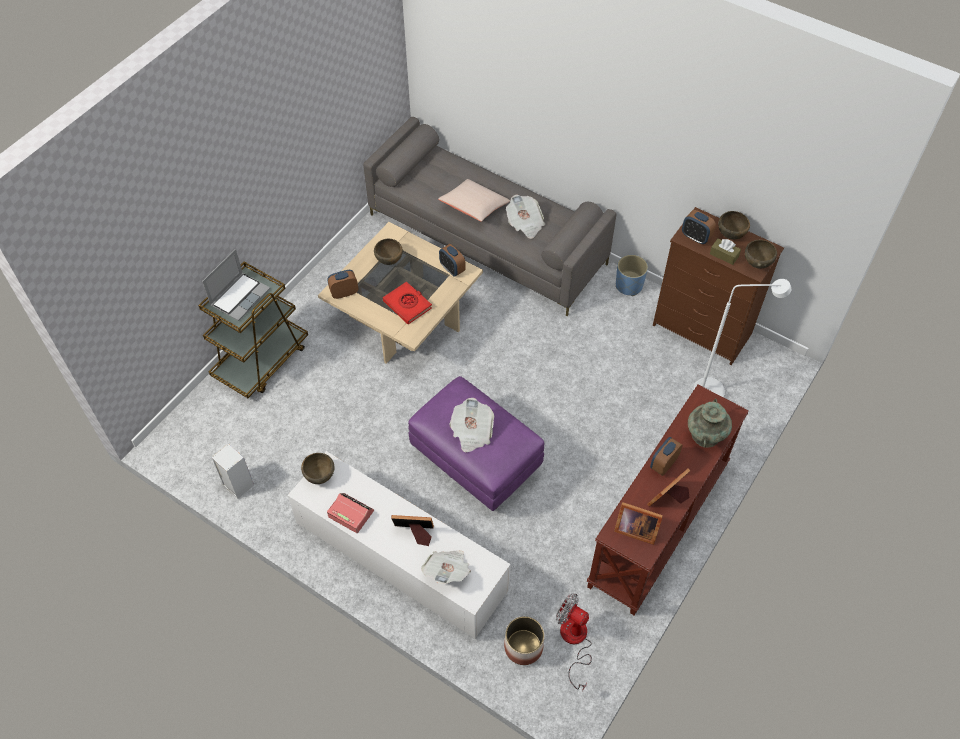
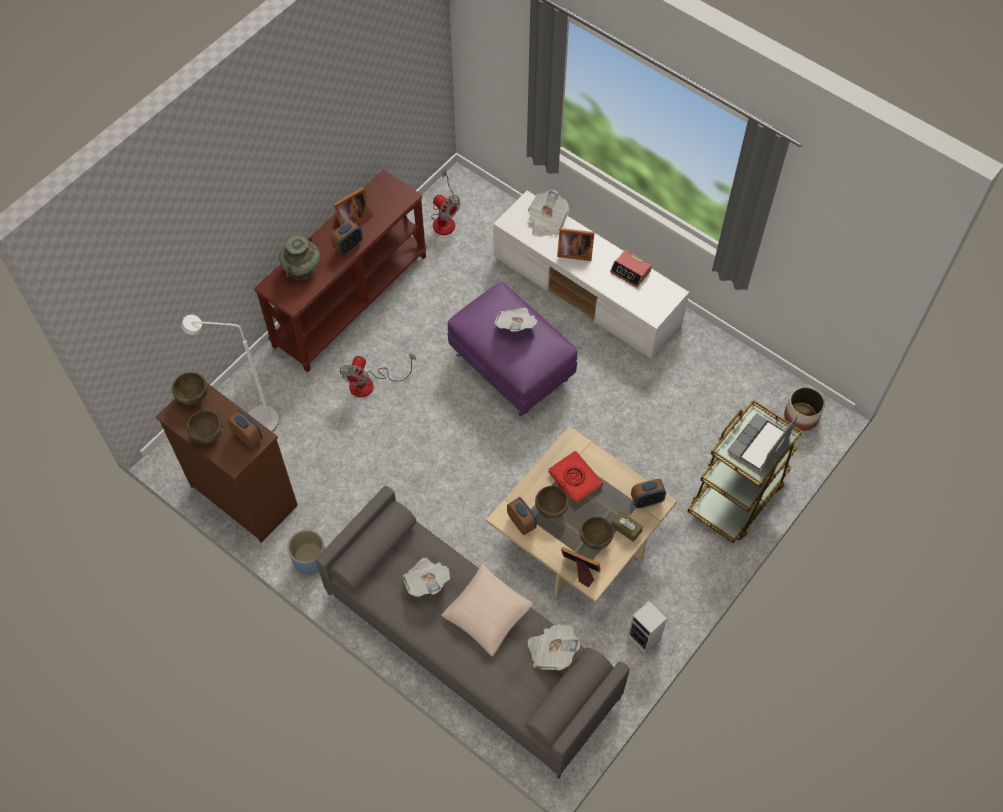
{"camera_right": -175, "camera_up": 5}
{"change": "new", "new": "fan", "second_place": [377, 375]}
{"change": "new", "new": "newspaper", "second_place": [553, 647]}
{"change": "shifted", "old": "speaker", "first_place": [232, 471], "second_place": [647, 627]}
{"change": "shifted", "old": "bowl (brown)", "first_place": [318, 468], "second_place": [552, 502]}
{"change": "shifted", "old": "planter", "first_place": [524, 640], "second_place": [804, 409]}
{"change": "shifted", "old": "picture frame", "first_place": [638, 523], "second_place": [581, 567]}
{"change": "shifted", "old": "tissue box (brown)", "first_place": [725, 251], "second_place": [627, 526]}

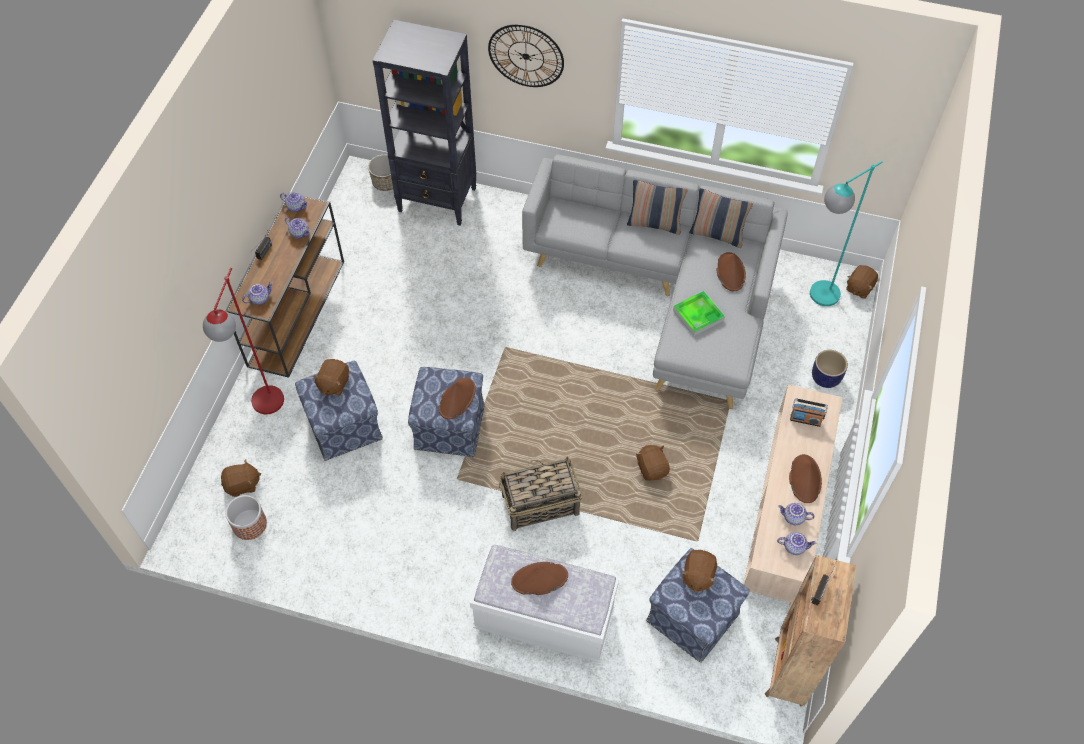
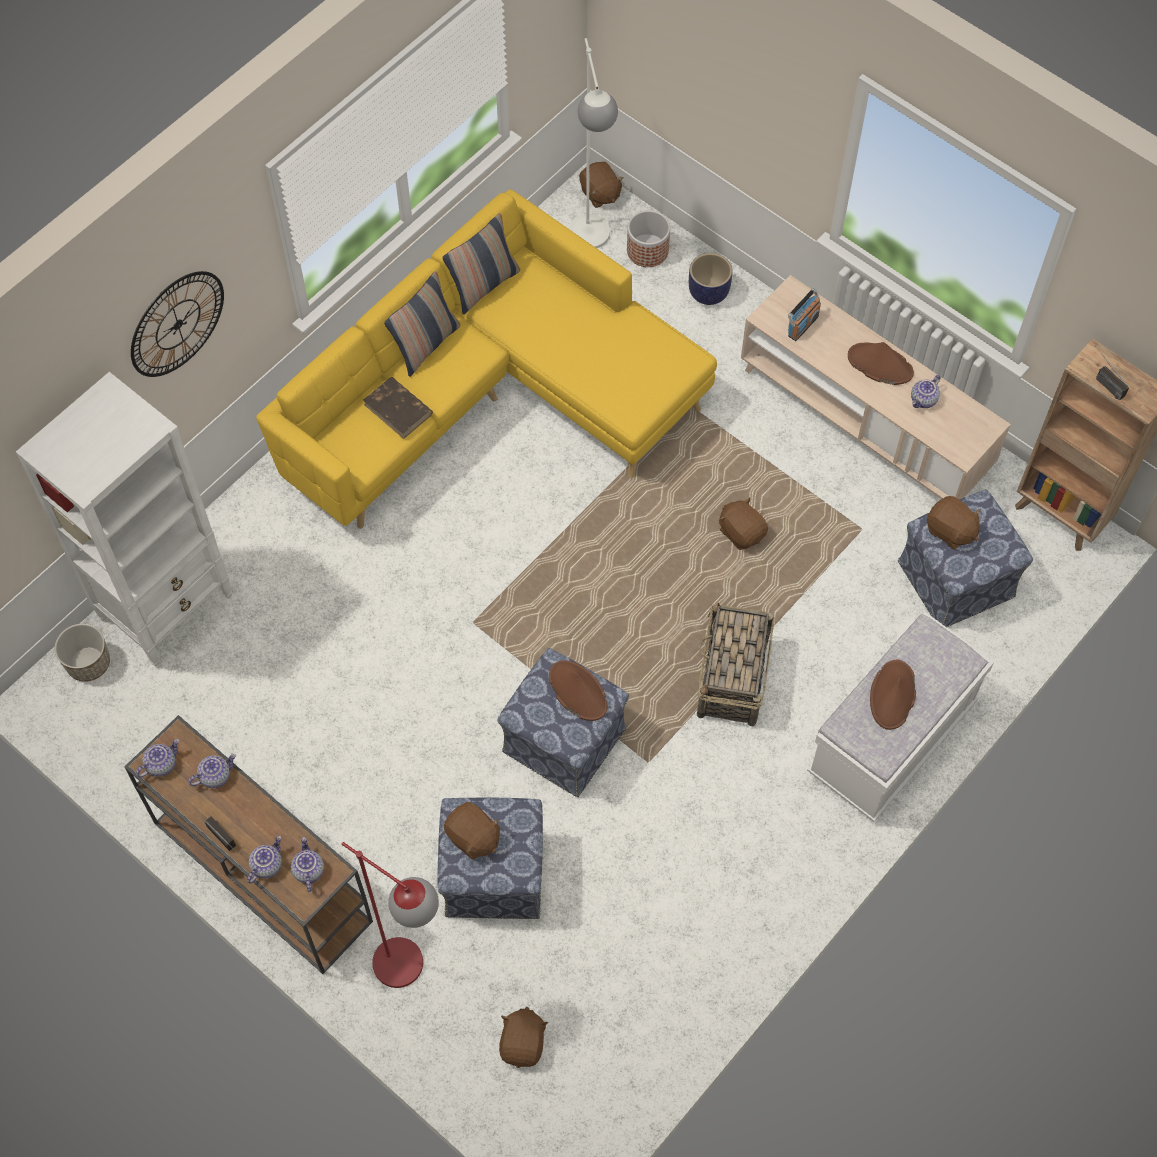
{"camera_right": -65, "camera_up": 5}
{"change": "gone", "old": "tray", "first_place": [699, 313]}
{"change": "gone", "old": "hat (brown)", "first_place": [731, 271]}
{"change": "new", "new": "book (brown)", "second_place": [398, 408]}
{"change": "shifted", "old": "planter", "first_place": [246, 517], "second_place": [648, 238]}
{"change": "shifted", "old": "teapot", "first_place": [797, 543], "second_place": [264, 860]}
{"change": "repainted", "old": "bookcase (black)", "new": "bookcase (white)", "first_place": [424, 123], "second_place": [124, 519]}
{"change": "repainted", "old": "sofa (grey)", "new": "sofa (yellow)", "first_place": [655, 282], "second_place": [486, 358]}
{"change": "repainted", "old": "floor lamp (turquoise)", "new": "floor lamp (white)", "first_place": [846, 233], "second_place": [593, 143]}
{"change": "rotated", "old": "plush toy (brown)", "first_place": [653, 463], "second_place": [743, 523], "degrees": 45}

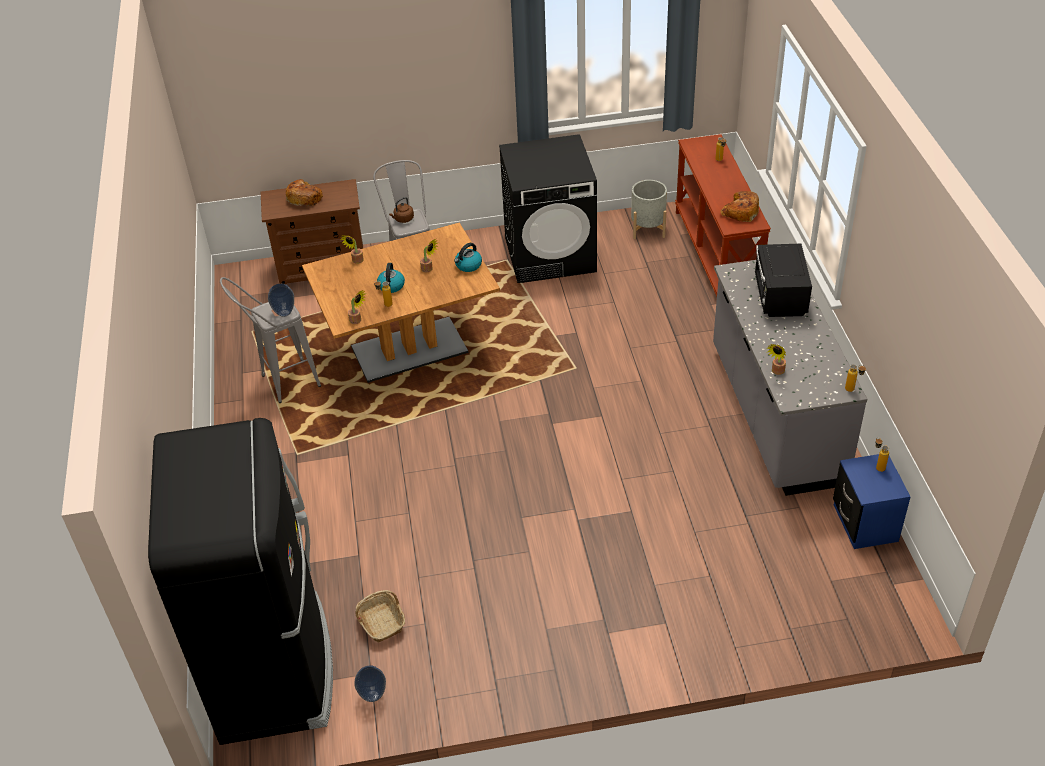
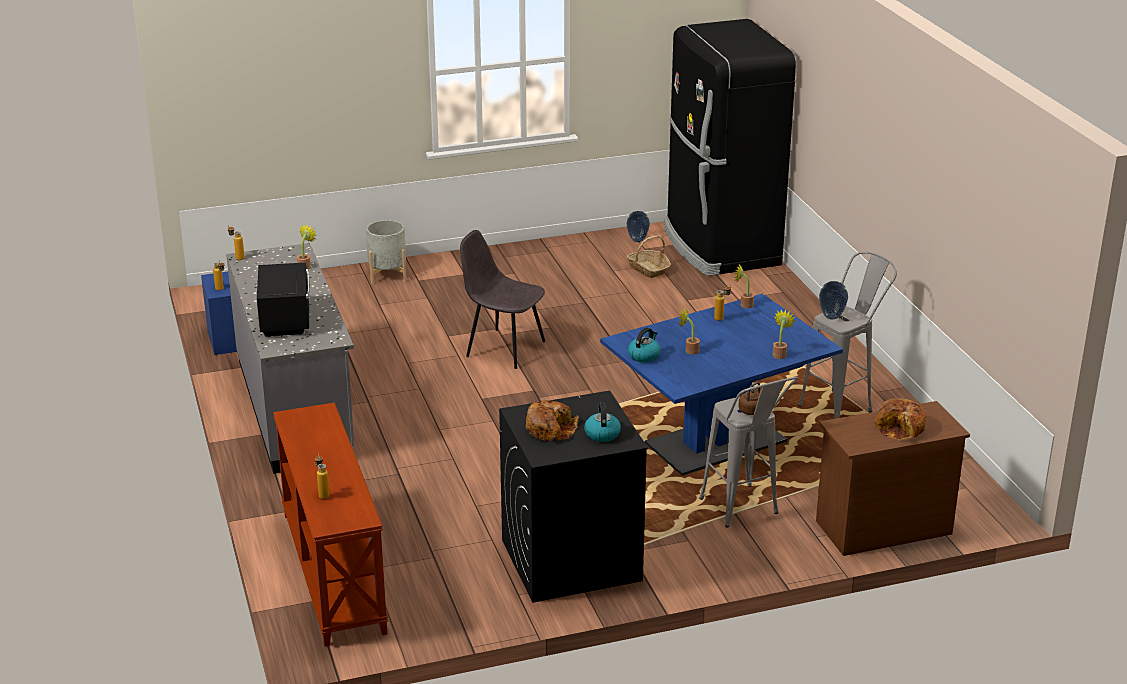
{"camera_right": 170, "camera_up": -15}
{"change": "new", "new": "chair (grey)", "second_place": [502, 299]}
{"change": "shifted", "old": "kettle", "first_place": [391, 278], "second_place": [602, 422]}
{"change": "shifted", "old": "planter (grey)", "first_place": [649, 209], "second_place": [386, 252]}
{"change": "shifted", "old": "bread", "first_place": [739, 206], "second_place": [552, 420]}
{"change": "repainted", "old": "dining table (brown)", "new": "dining table (blue)", "first_place": [401, 302], "second_place": [721, 385]}

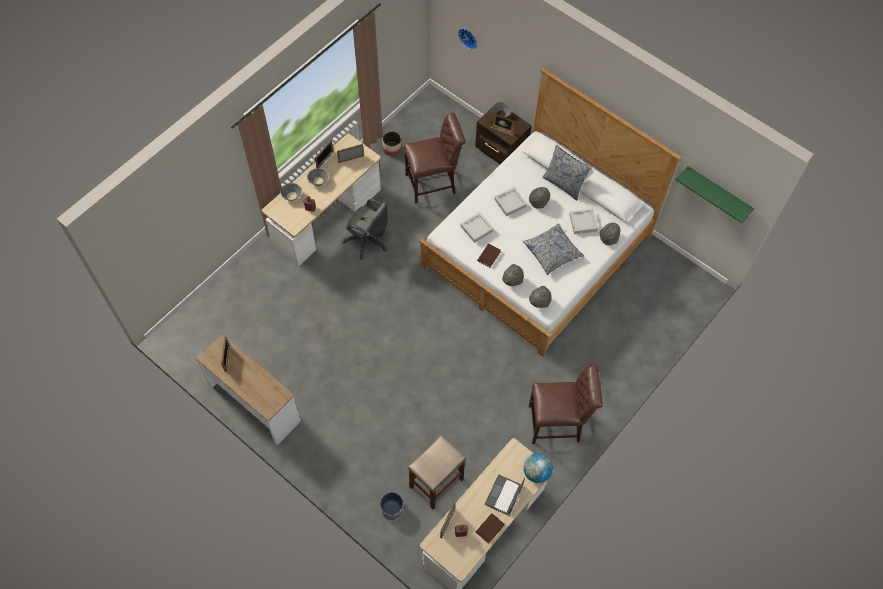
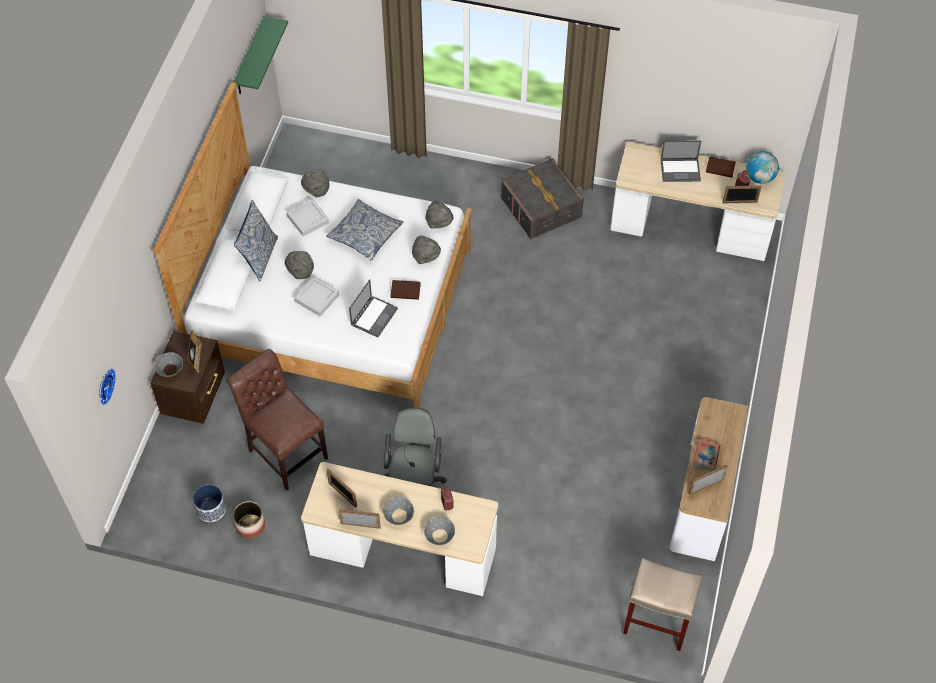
{"camera_right": -115, "camera_up": -5}
{"change": "new", "new": "book", "second_place": [706, 454]}
{"change": "shifted", "old": "planter", "first_place": [392, 506], "second_place": [209, 503]}
{"change": "shifted", "old": "stool (beige)", "first_place": [437, 472], "second_place": [663, 604]}
{"change": "shifted", "old": "globe", "first_place": [538, 468], "second_place": [762, 167]}
{"change": "swapped", "old": "tray (grey)", "new": "laptop", "first_place": [477, 227], "second_place": [373, 308]}
{"change": "swapped", "old": "chair (brown)", "new": "storage box (grey)", "first_place": [566, 404], "second_place": [542, 199]}

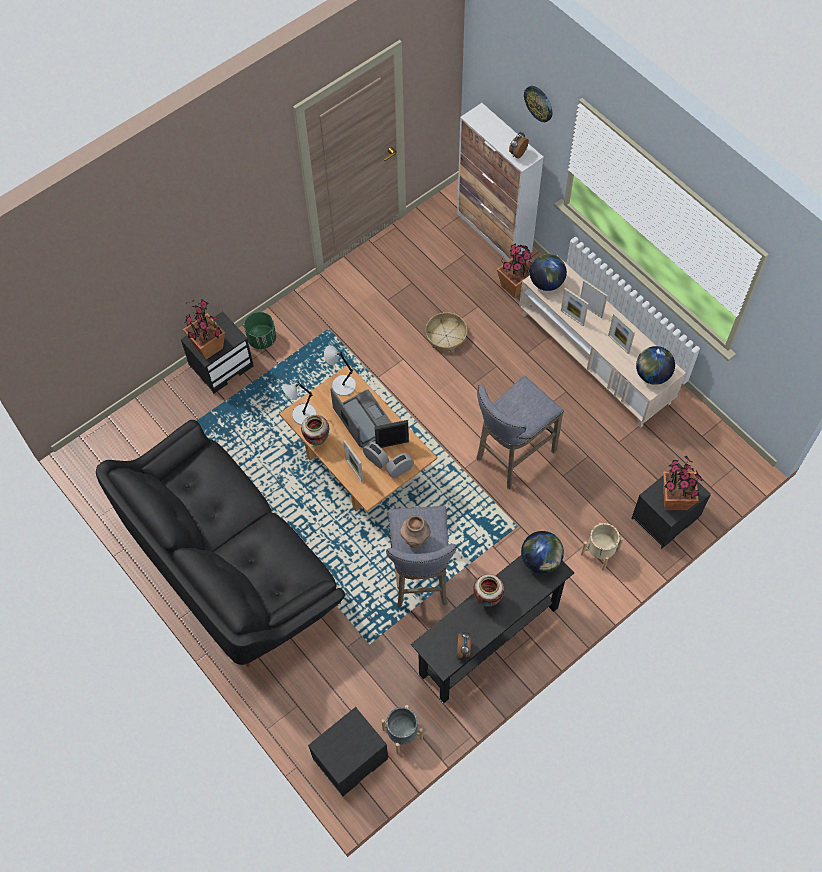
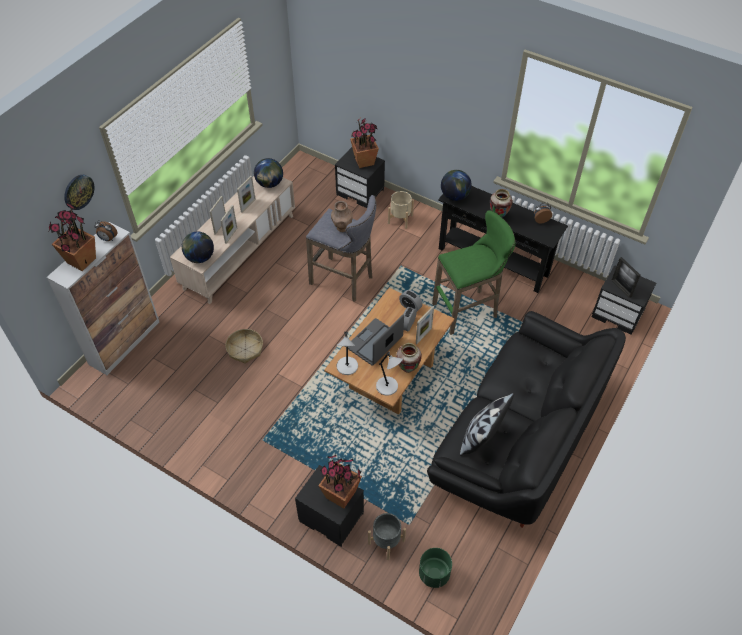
{"camera_right": -110, "camera_up": -10}
{"change": "new", "new": "pillow", "second_place": [487, 424]}
{"change": "shifted", "old": "planter (green)", "first_place": [260, 330], "second_place": [435, 568]}
{"change": "shifted", "old": "picture frame", "first_place": [391, 434], "second_place": [626, 277]}
{"change": "shifted", "old": "planter (grey)", "first_place": [402, 729], "second_place": [387, 536]}
{"change": "shifted", "old": "vase (brown)", "first_place": [415, 531], "second_place": [342, 216]}
{"change": "shifted", "old": "potted plant", "first_place": [514, 270], "second_place": [72, 237]}
{"change": "repainted", "old": "stool (grey)", "new": "stool (green)", "first_place": [421, 557], "second_place": [473, 272]}

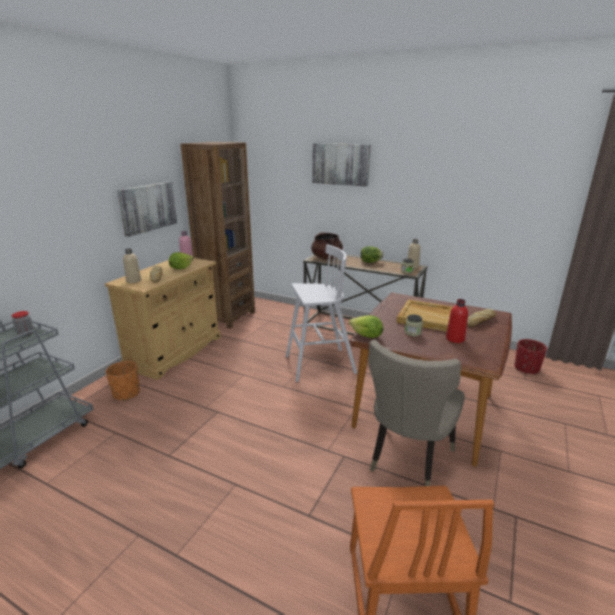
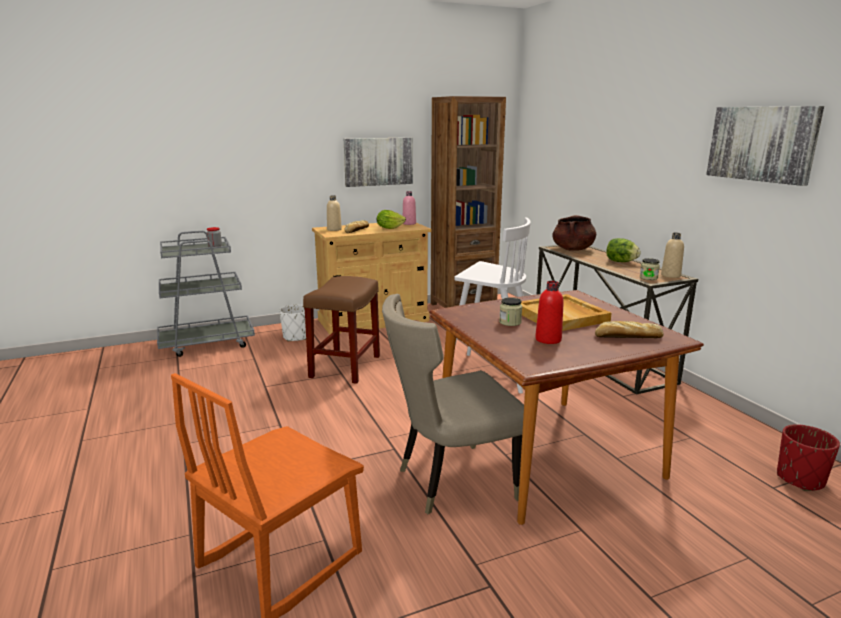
{"camera_right": 40, "camera_up": -5}
{"change": "gone", "old": "lettuce", "first_place": [366, 326]}
{"change": "new", "new": "stool (brown)", "second_place": [341, 330]}
{"change": "shifted", "old": "picture", "first_place": [341, 165], "second_place": [765, 146]}
{"change": "repainted", "old": "planter (orange)", "new": "planter (white)", "first_place": [123, 381], "second_place": [292, 323]}

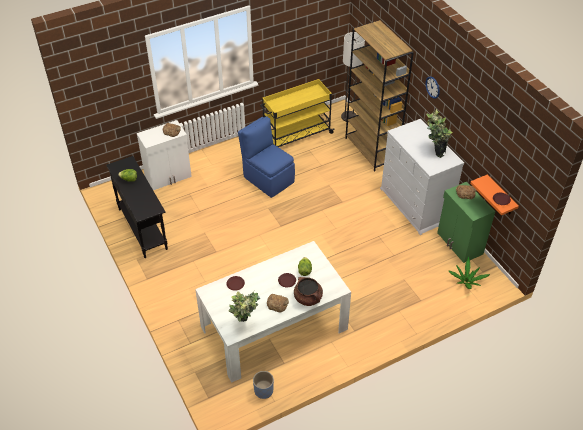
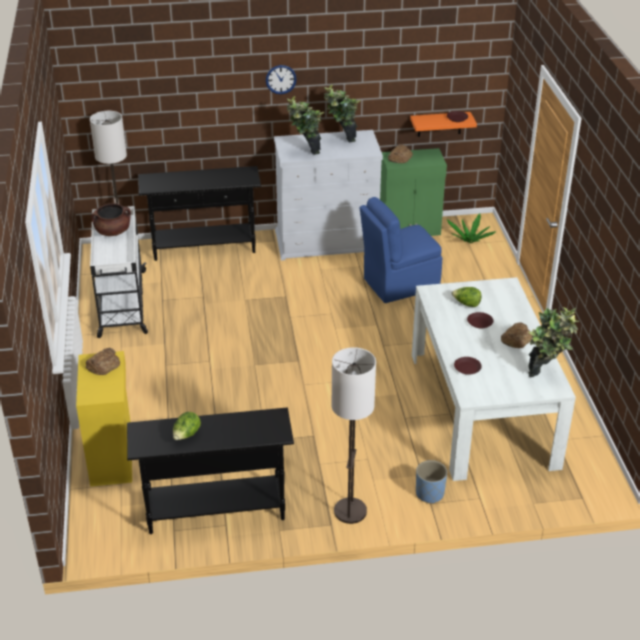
{"camera_right": -70, "camera_up": -10}
{"change": "new", "new": "potted plant", "second_place": [305, 125]}
{"change": "new", "new": "floor lamp", "second_place": [354, 435]}
{"change": "shifted", "old": "chair (blue)", "first_place": [266, 157], "second_place": [401, 250]}
{"change": "shifted", "old": "planter (blue)", "first_place": [263, 385], "second_place": [431, 482]}
{"change": "shifted", "old": "cooking pot (brown)", "first_place": [308, 291], "second_place": [111, 219]}
{"change": "swapped", "old": "bookcase (brown)", "new": "console table (black)", "first_place": [379, 96], "second_place": [199, 213]}
{"change": "repainted", "old": "cabinet (white)", "new": "cabinet (yellow)", "first_place": [164, 155], "second_place": [104, 419]}
{"change": "repainted", "old": "cart (yellow)", "new": "cart (white)", "first_place": [297, 113], "second_place": [119, 272]}

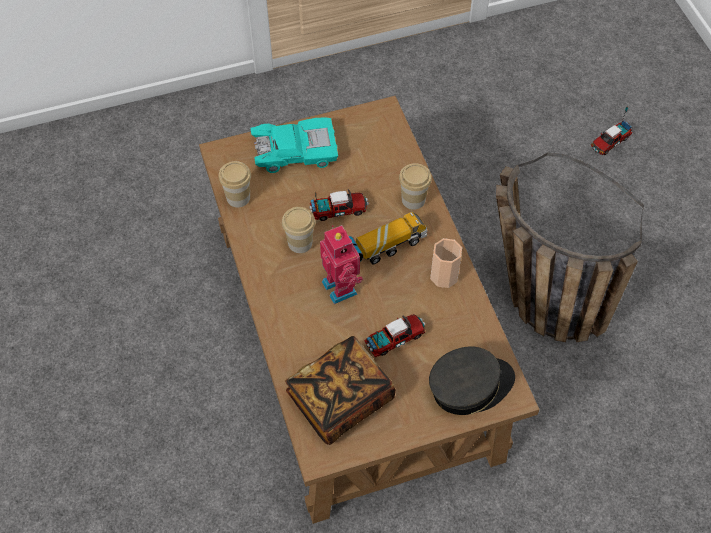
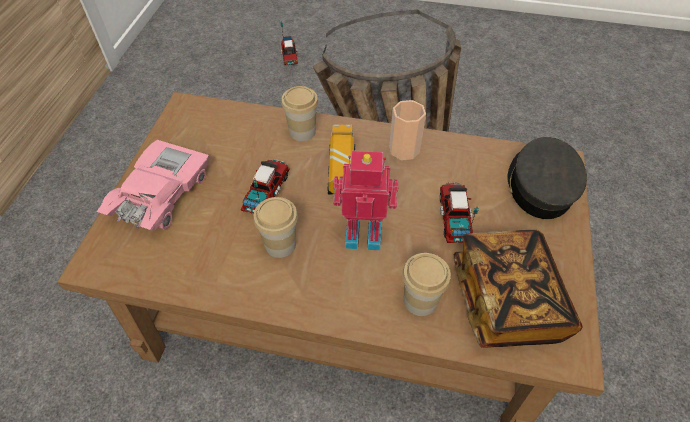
{"camera_right": -60, "camera_up": -5}
{"change": "shifted", "old": "cup", "first_place": [235, 184], "second_place": [426, 284]}
{"change": "repainted", "old": "toy car (turquoise)", "new": "toy car (pink)", "first_place": [294, 145], "second_place": [153, 185]}

